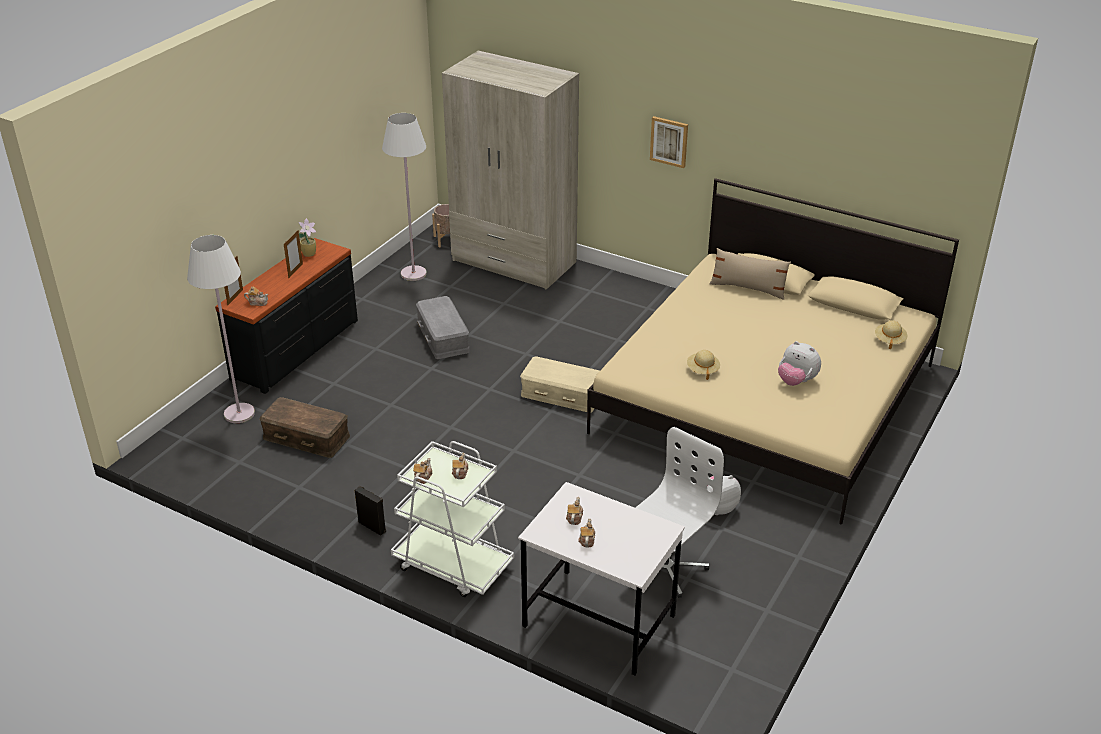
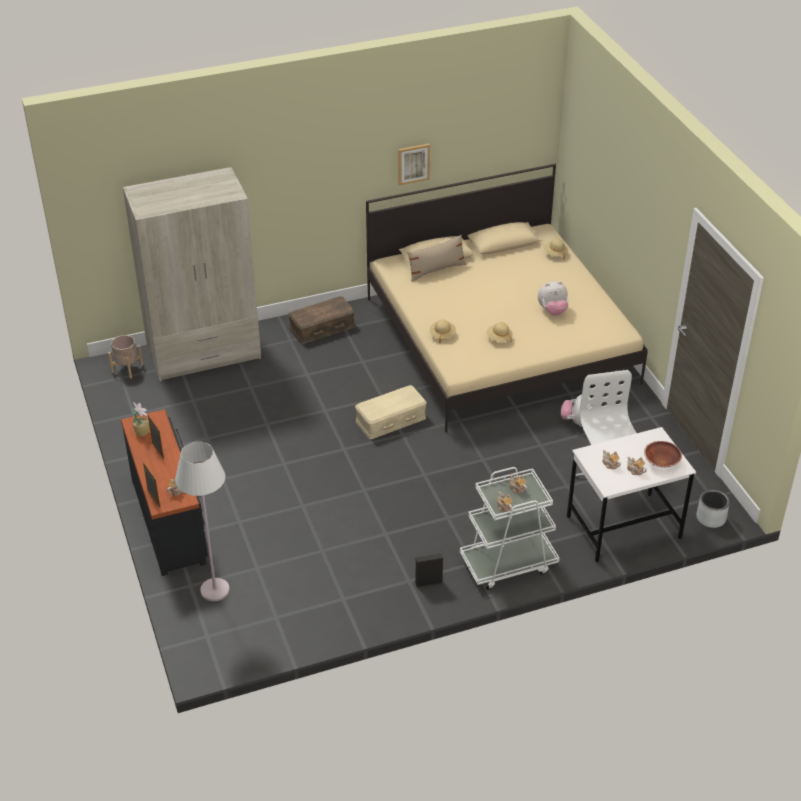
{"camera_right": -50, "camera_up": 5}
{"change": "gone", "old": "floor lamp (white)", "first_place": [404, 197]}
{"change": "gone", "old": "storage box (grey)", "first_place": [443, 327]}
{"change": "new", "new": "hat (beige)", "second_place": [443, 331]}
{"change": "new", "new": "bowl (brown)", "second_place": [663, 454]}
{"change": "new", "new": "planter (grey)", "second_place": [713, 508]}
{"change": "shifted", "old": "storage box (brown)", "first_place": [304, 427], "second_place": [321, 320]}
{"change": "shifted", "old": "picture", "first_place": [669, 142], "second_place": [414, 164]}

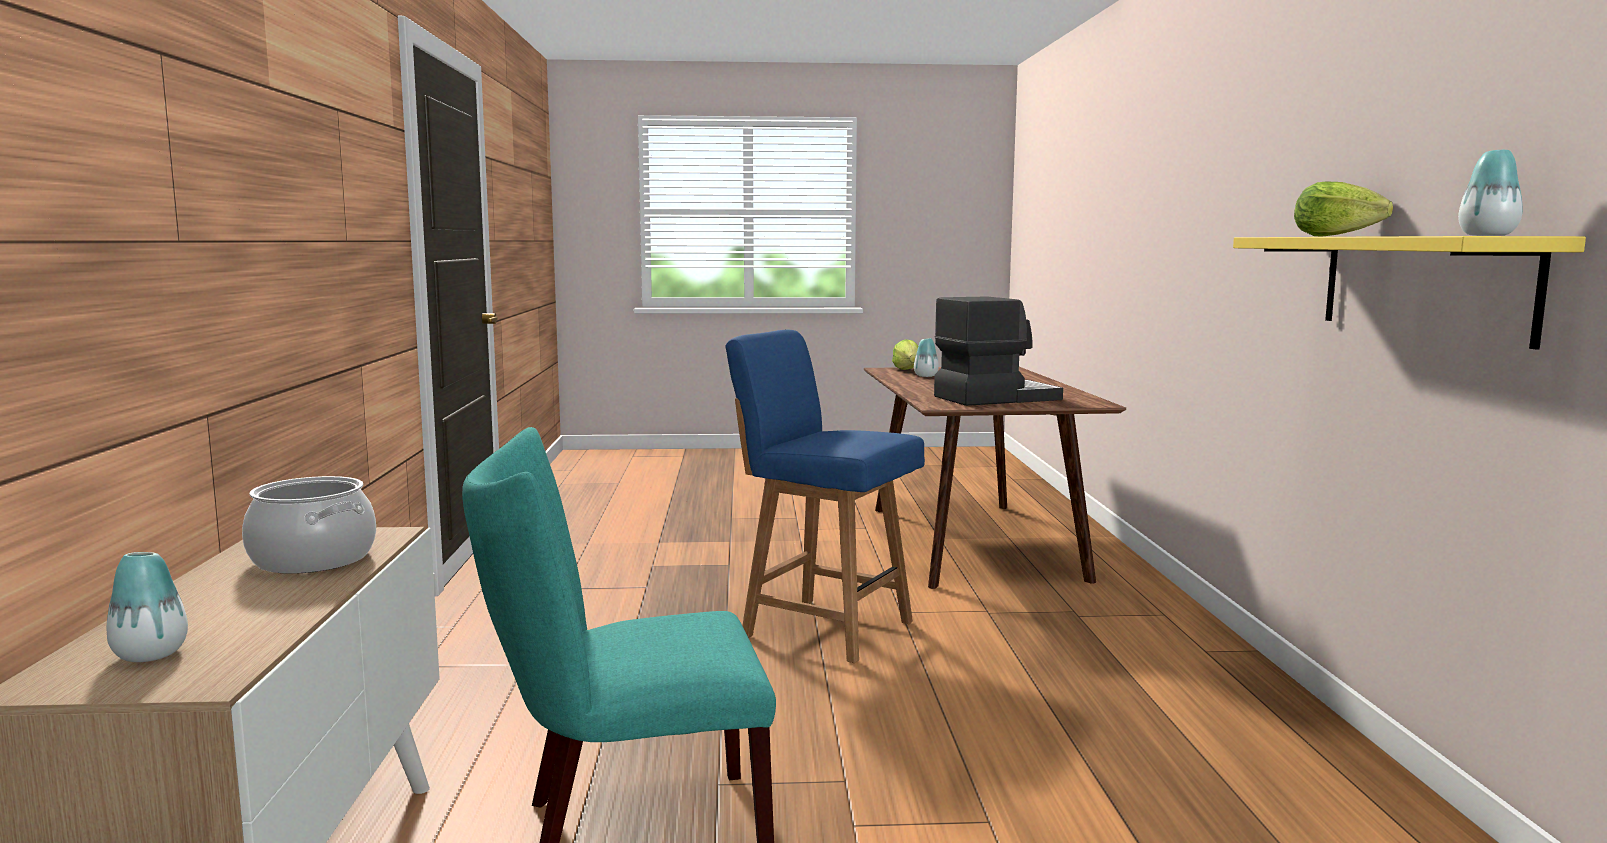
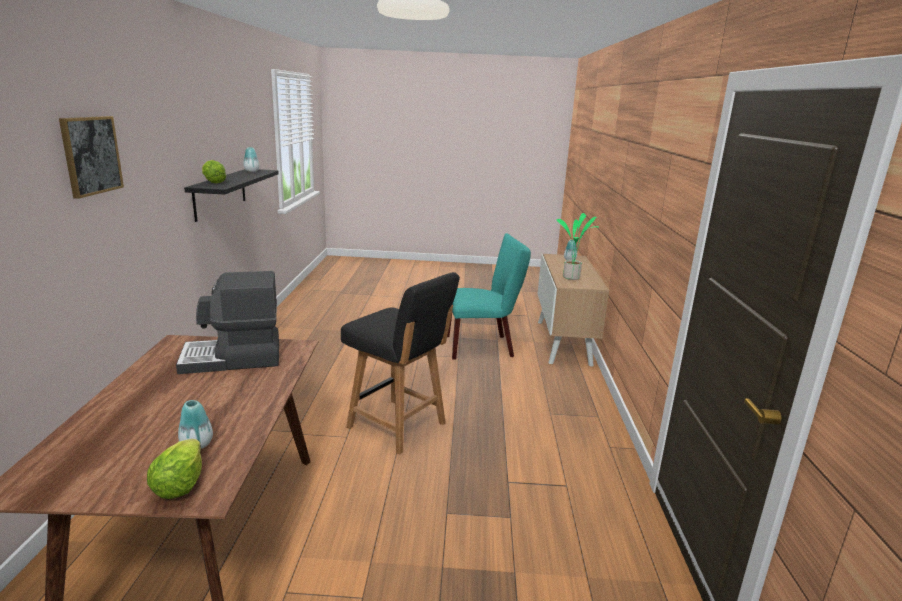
{"camera_right": -175, "camera_up": 10}
{"change": "new", "new": "picture", "second_place": [91, 157]}
{"change": "swapped", "old": "cooking pot", "new": "potted plant", "first_place": [309, 525], "second_place": [578, 246]}
{"change": "repainted", "old": "chair (blue)", "new": "chair (black)", "first_place": [825, 496], "second_place": [400, 363]}
{"change": "repainted", "old": "shelf (yellow)", "new": "shelf (black)", "first_place": [1409, 293], "second_place": [231, 195]}

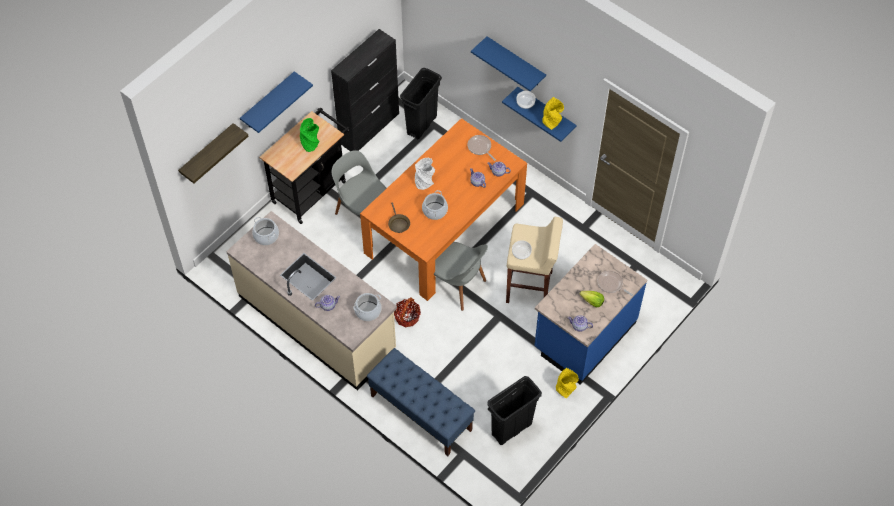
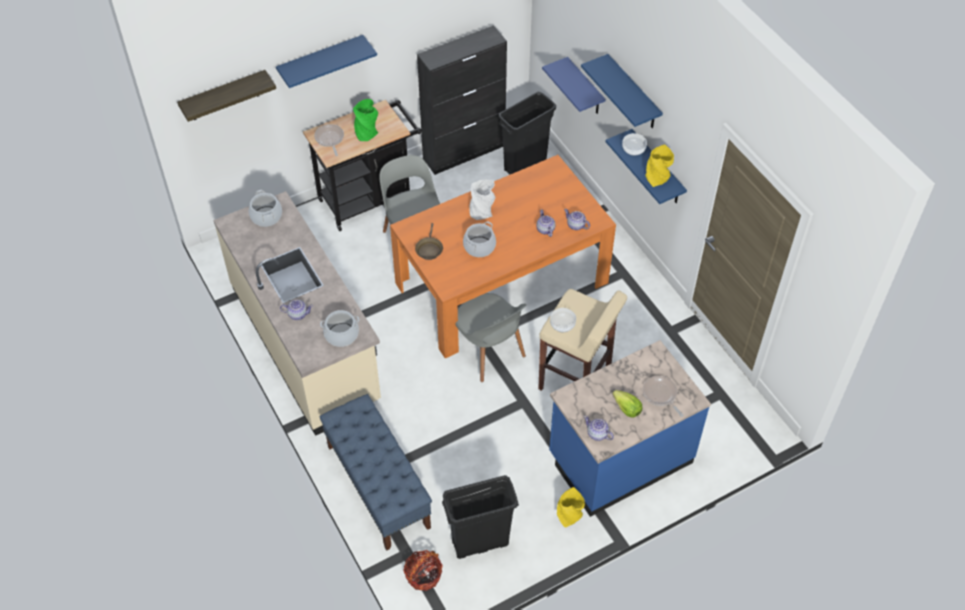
{"camera_right": 20, "camera_up": -5}
{"change": "new", "new": "shelf (blue)", "second_place": [574, 85]}
{"change": "shifted", "old": "basket", "first_place": [407, 312], "second_place": [423, 570]}
{"change": "shifted", "old": "frying pan", "first_place": [482, 148], "second_place": [329, 140]}

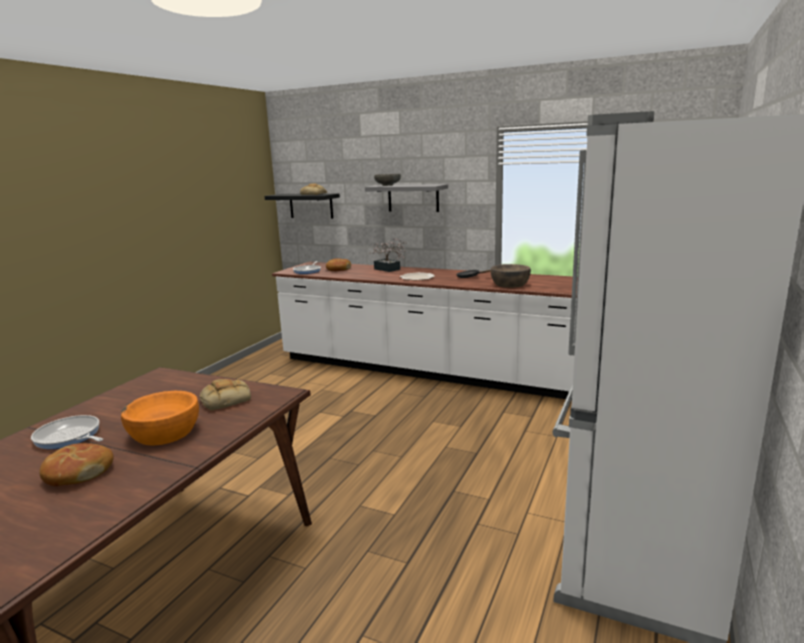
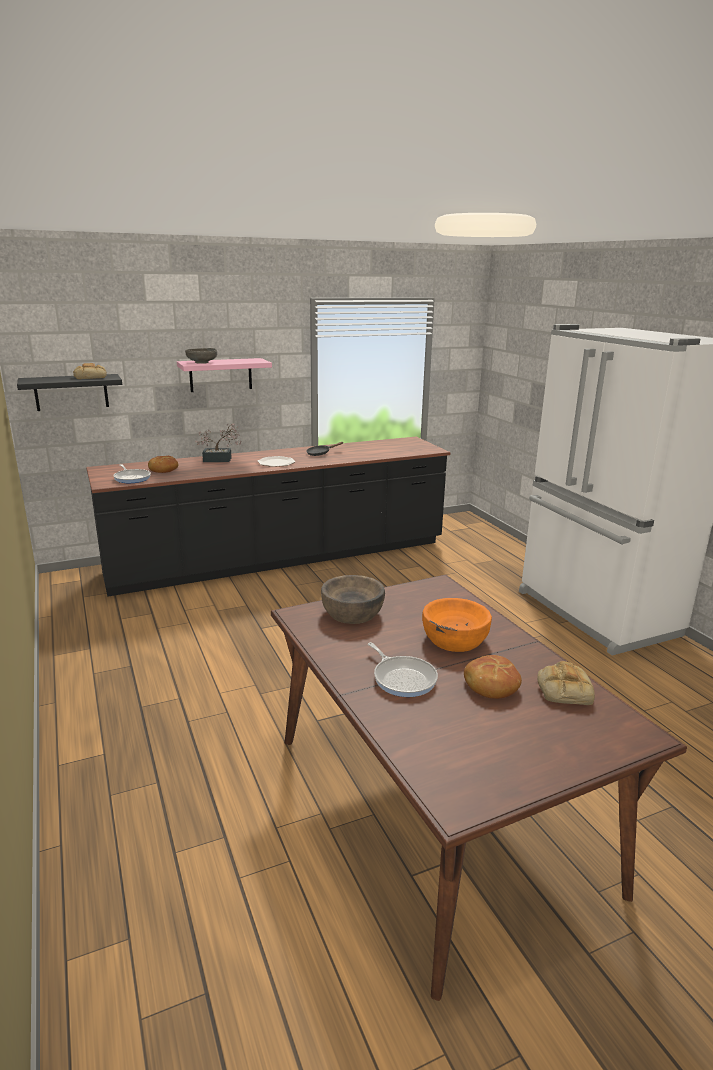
{"camera_right": -50, "camera_up": 5}
{"change": "shifted", "old": "bread", "first_place": [225, 395], "second_place": [566, 683]}
{"change": "shifted", "old": "bowl (brown)", "first_place": [511, 276], "second_place": [353, 599]}
{"change": "repainted", "old": "counter (white)", "new": "counter (black)", "first_place": [425, 330], "second_place": [268, 517]}
{"change": "repainted", "old": "shelf (grey)", "new": "shelf (pink)", "first_place": [406, 198], "second_place": [224, 375]}
{"change": "rotated", "old": "frying pan", "first_place": [67, 432], "second_place": [403, 669], "degrees": -105}

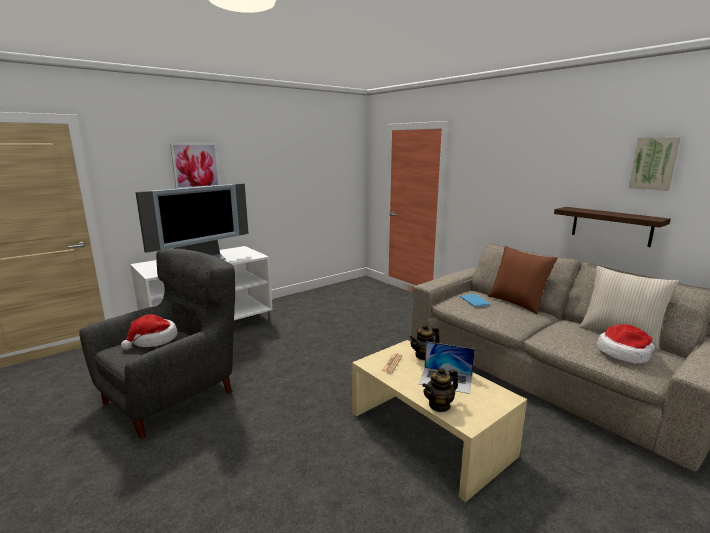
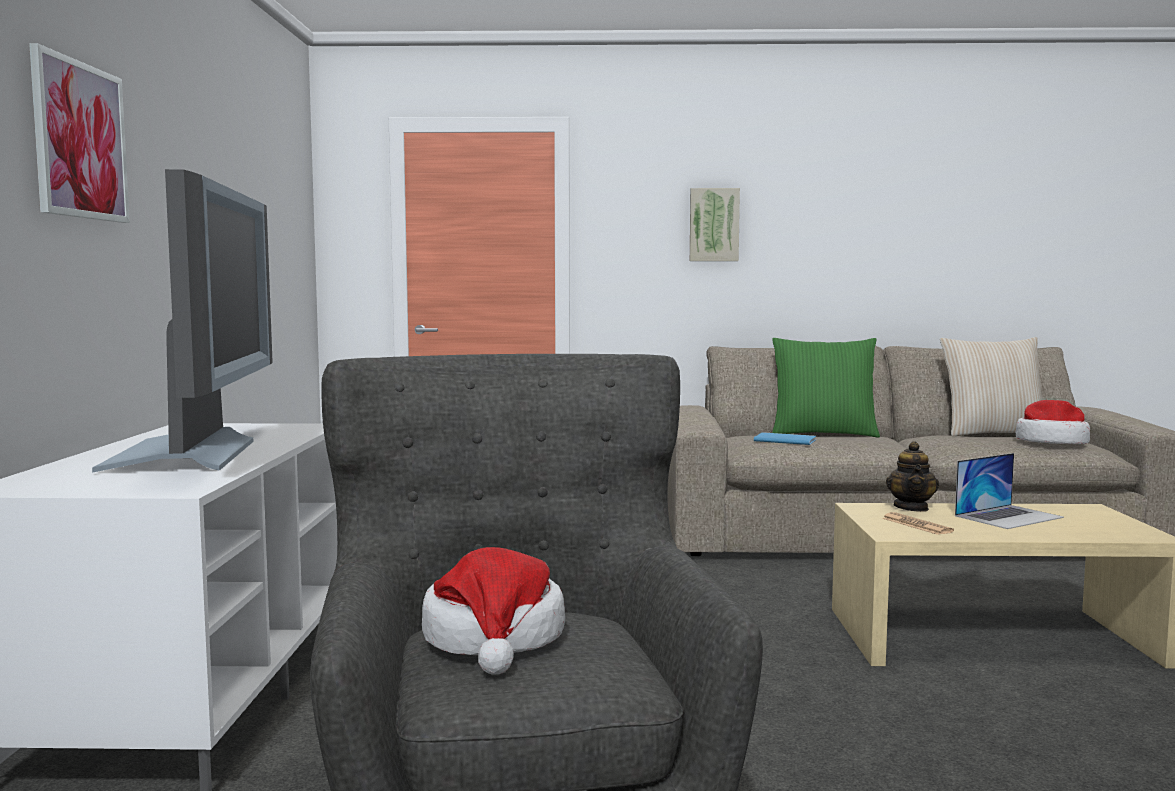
{"camera_right": -50, "camera_up": -10}
{"change": "gone", "old": "teapot", "first_place": [440, 389]}
{"change": "gone", "old": "shelf", "first_place": [612, 227]}
{"change": "shifted", "old": "picture", "first_place": [655, 164], "second_place": [715, 224]}
{"change": "repainted", "old": "pillow (brown)", "new": "pillow (green)", "first_place": [522, 280], "second_place": [826, 387]}

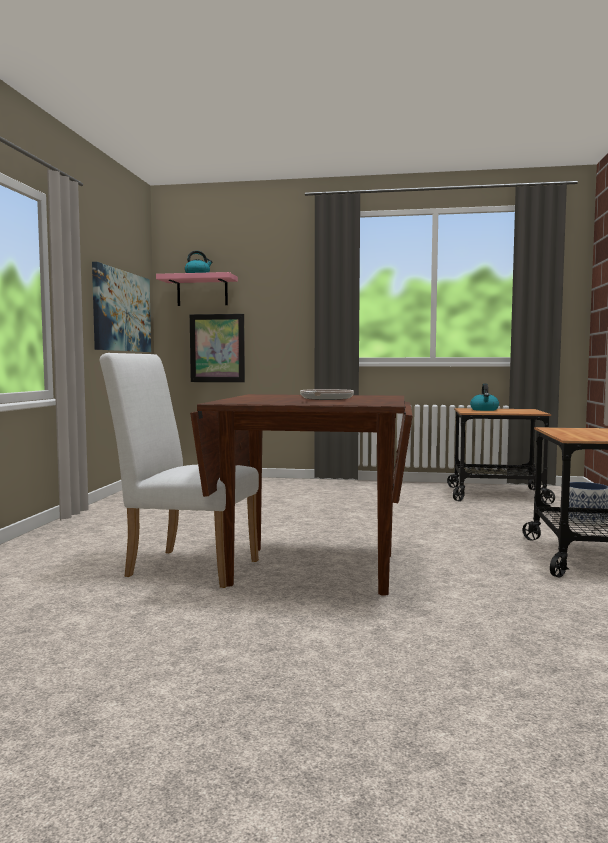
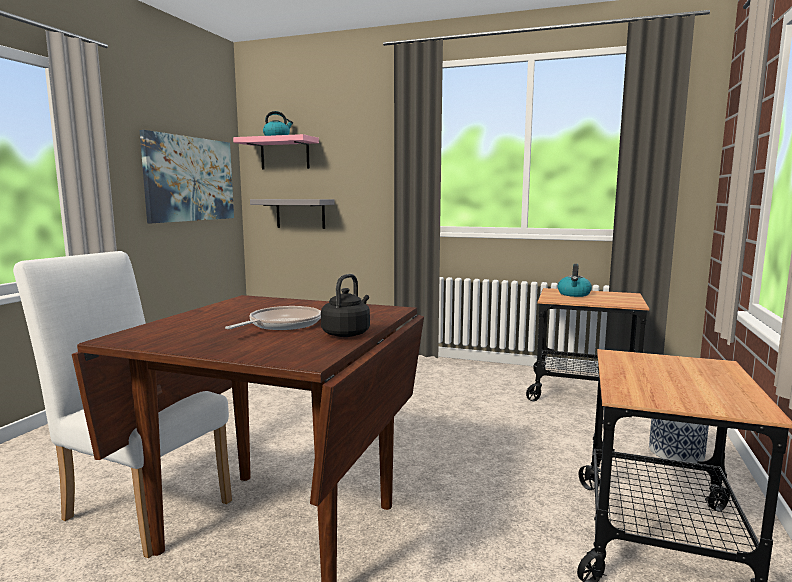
{"camera_right": 10, "camera_up": 5}
{"change": "new", "new": "kettle (black)", "second_place": [345, 305]}
{"change": "swapped", "old": "picture", "new": "shelf (grey)", "first_place": [217, 348], "second_place": [292, 214]}

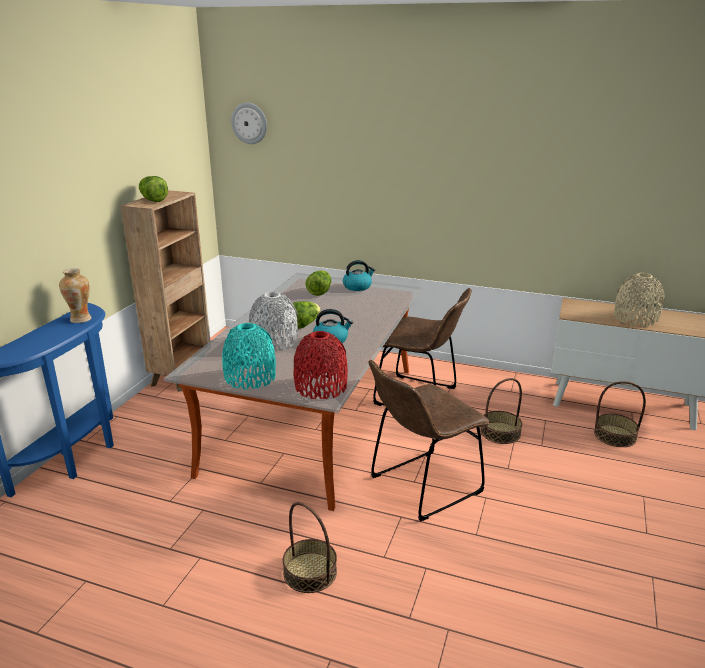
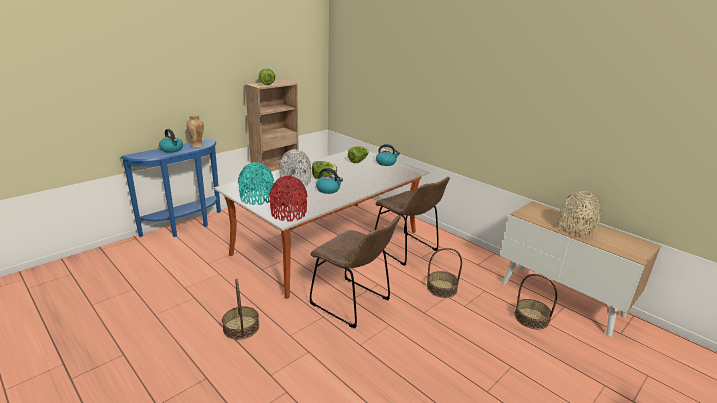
{"camera_right": 25, "camera_up": 0}
{"change": "gone", "old": "wall clock", "first_place": [249, 123]}
{"change": "new", "new": "kettle", "second_place": [171, 141]}
{"change": "rotated", "old": "chair (brown)", "first_place": [429, 440], "second_place": [355, 272], "degrees": -135}

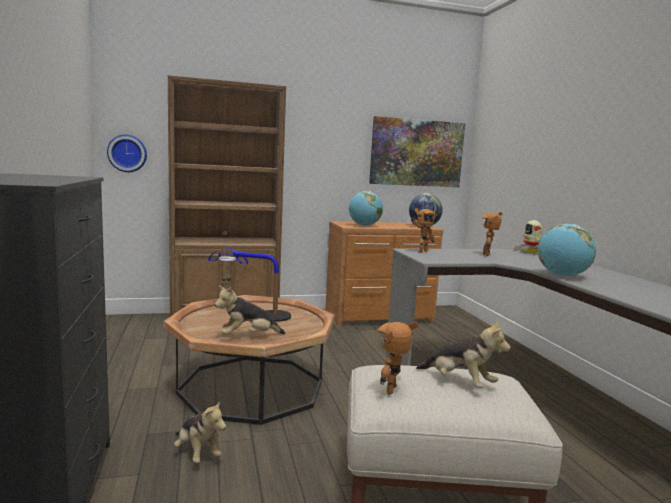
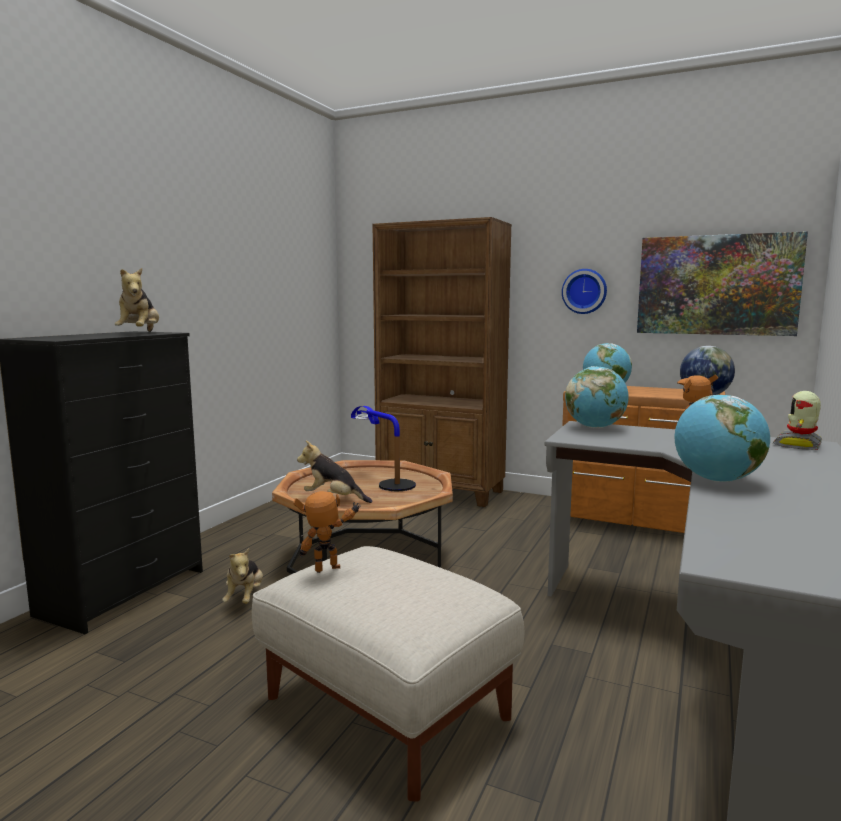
{"camera_right": 40, "camera_up": 0}
{"change": "shifted", "old": "wall clock", "first_place": [127, 153], "second_place": [584, 291]}
{"change": "shifted", "old": "plush toy", "first_place": [463, 353], "second_place": [137, 300]}
{"change": "swapped", "old": "toy robot", "new": "globe", "first_place": [424, 230], "second_place": [597, 397]}

